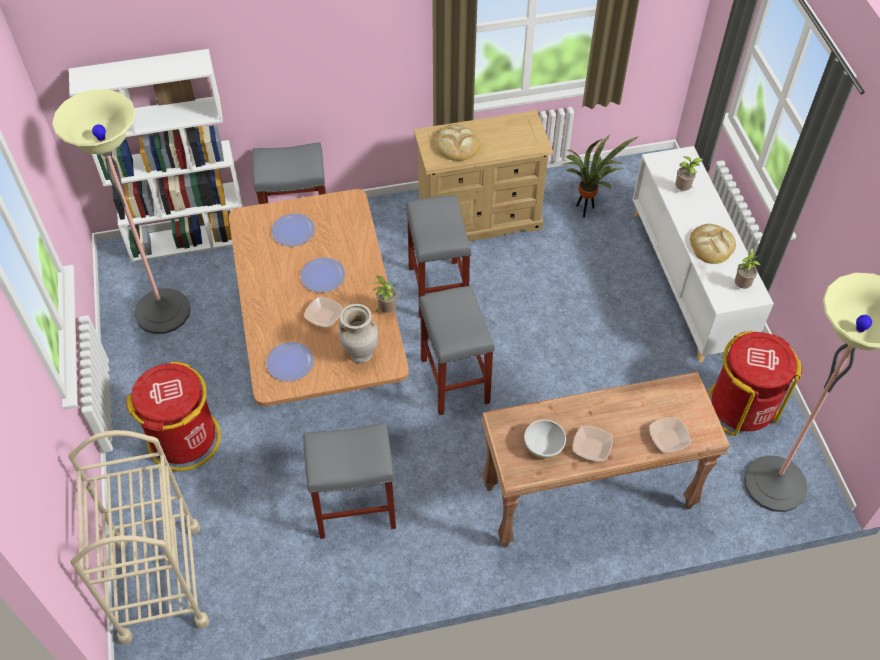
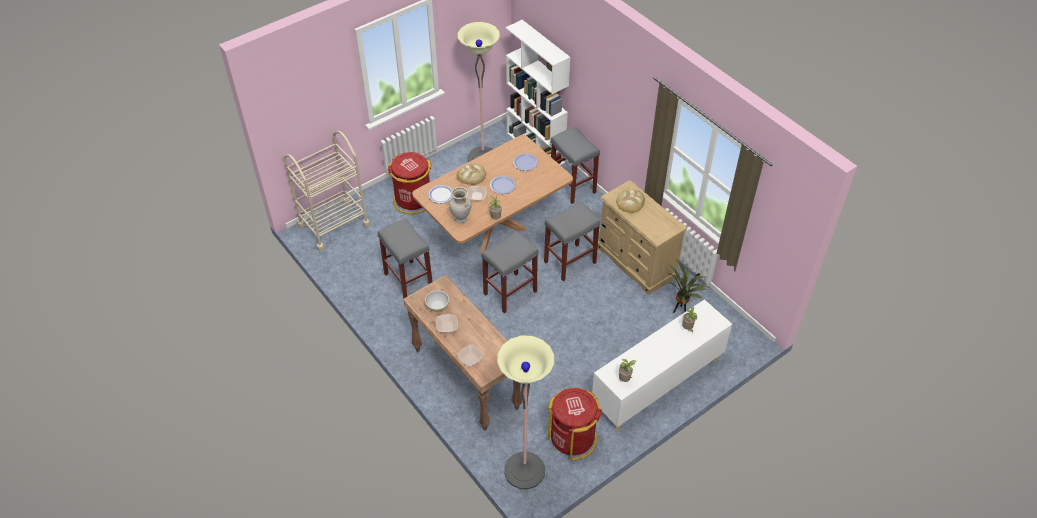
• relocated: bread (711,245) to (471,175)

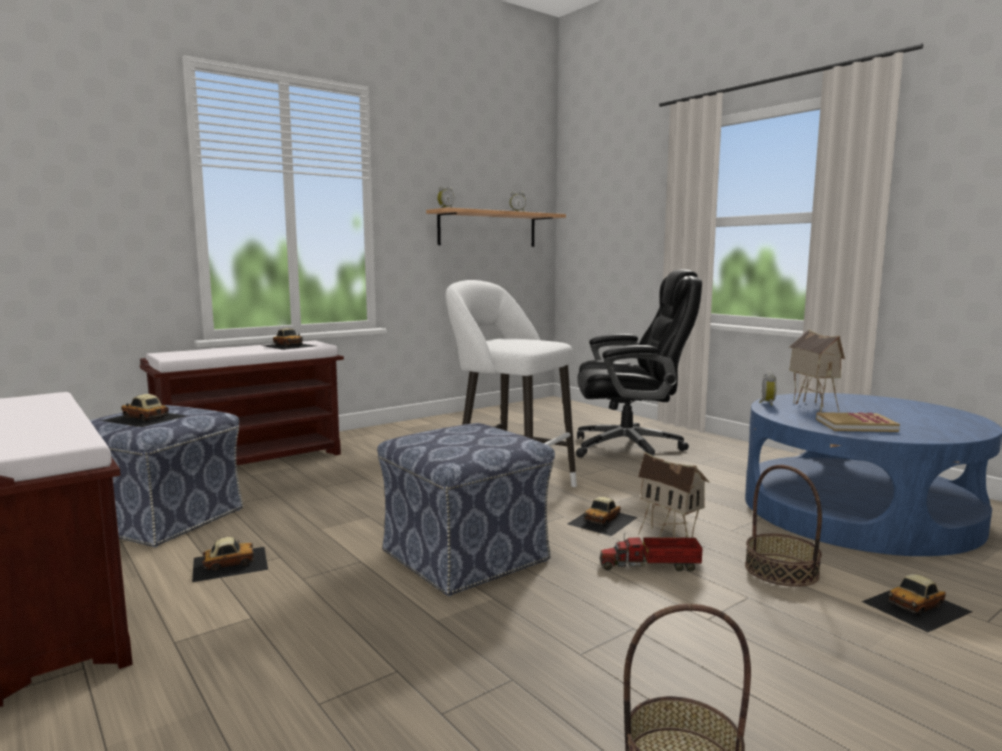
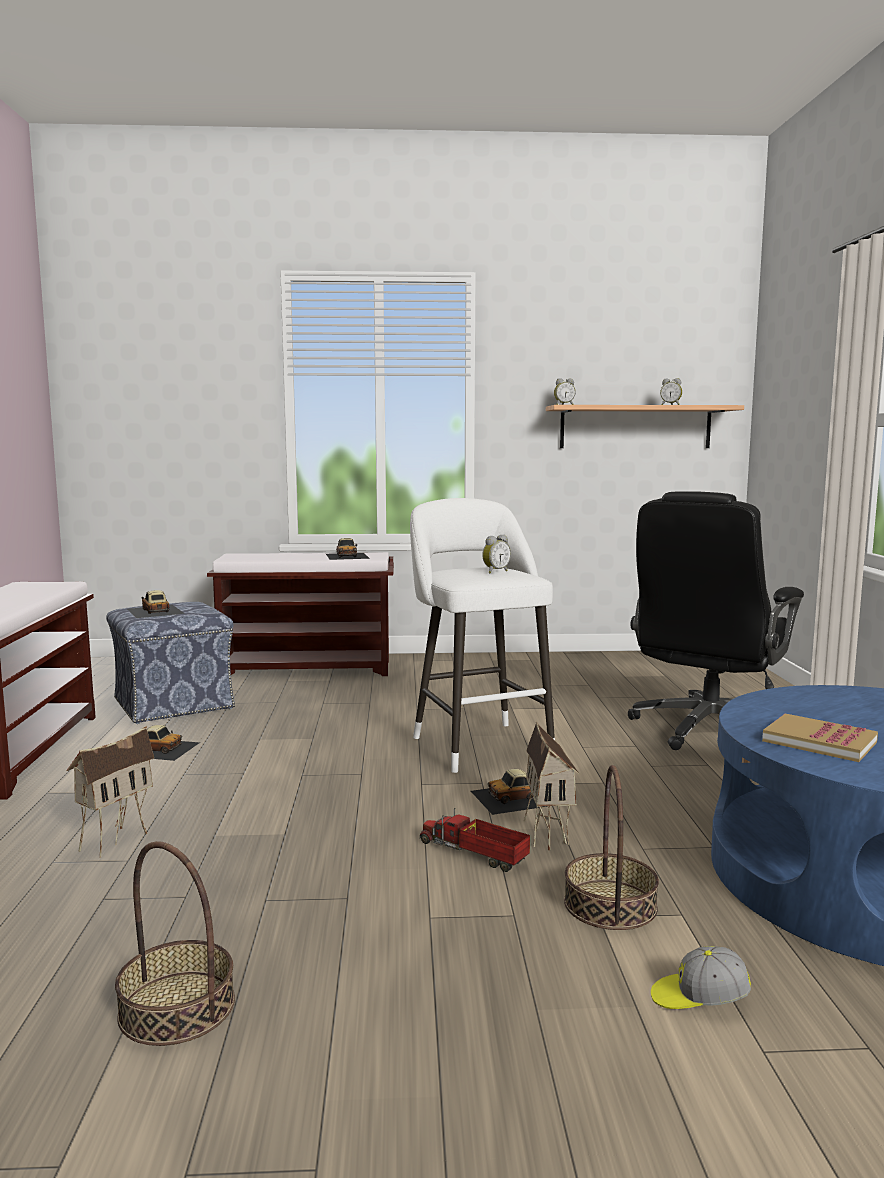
• spun: office chair/black (630,448) = (707,730) 90 degrees clockwise
• relocated: toy house (811,406) to (115,838)
• relocated: alarm clock (766,403) to (495,571)
• missing: ottoman (466,555)
• exchanged: toy car (917,606) to cap (699,999)

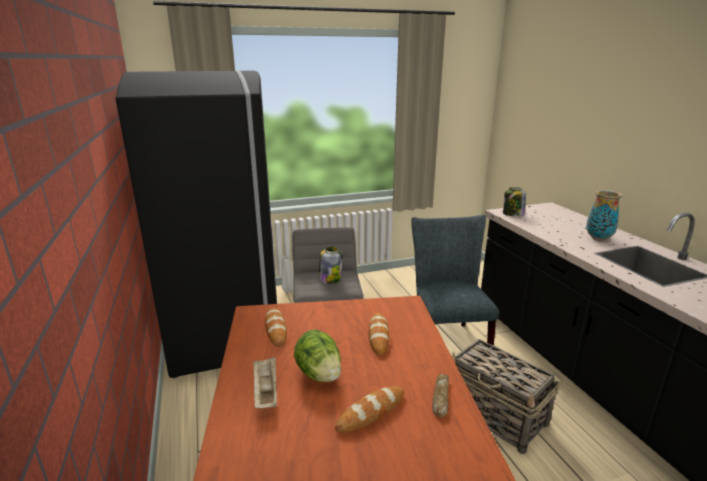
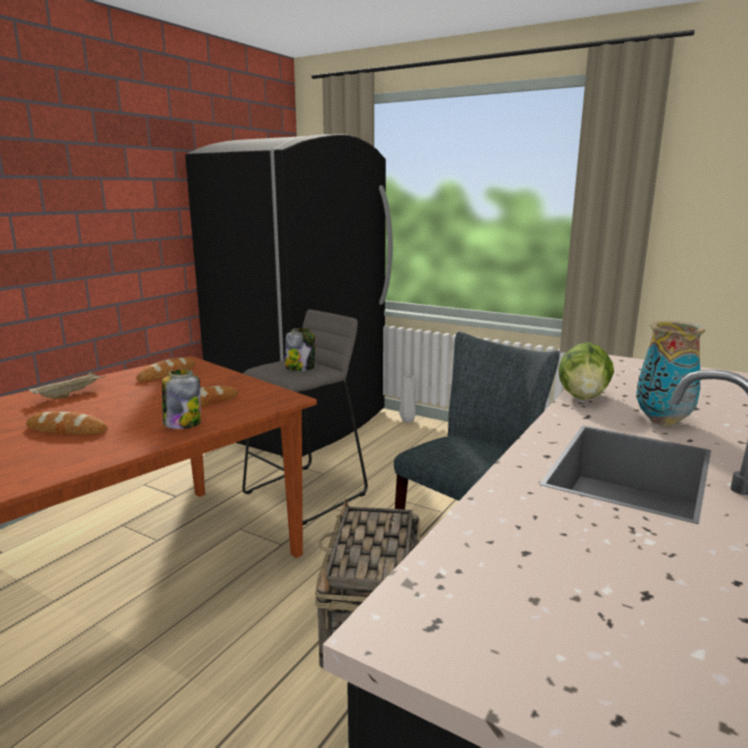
• relocated: jar (512,214) to (182,423)
• relocated: lettuce (319,374) to (583,396)
• missing: bread (440,397)

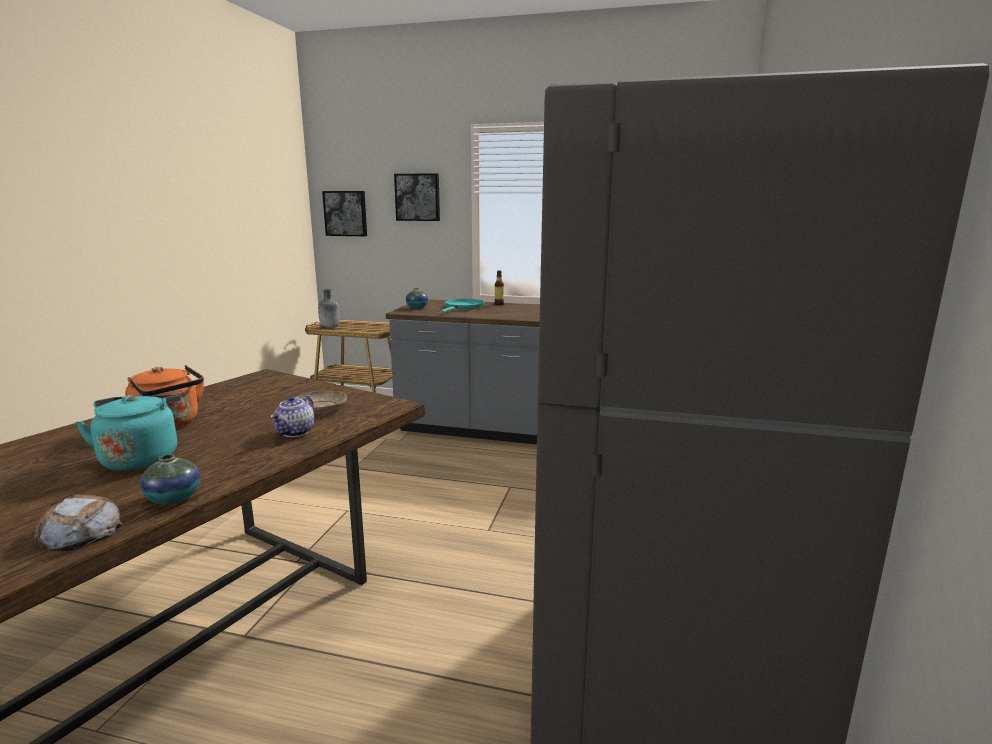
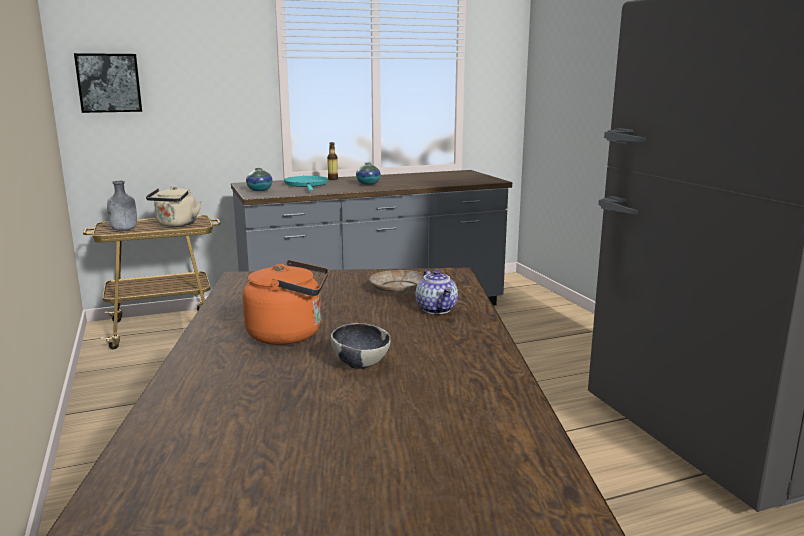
• missing: picture (418,197)
• exchanged: kettle/turquoise (141,458) to bowl (361,364)
• relocated: vase (173,498) to (368,184)
• missing: bread (79,532)
• appeared: kettle/beige (176,225)

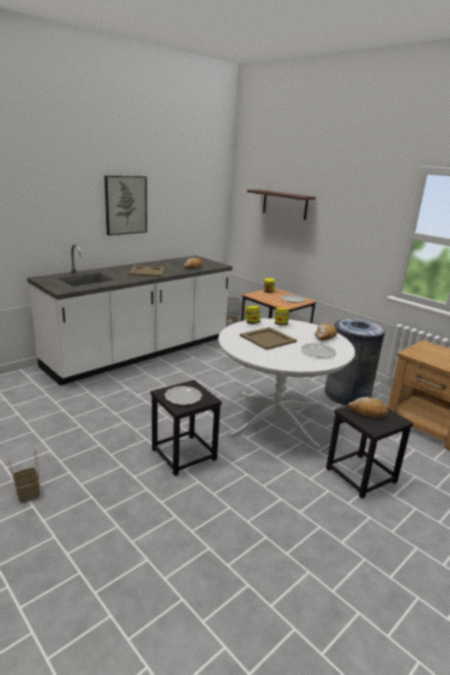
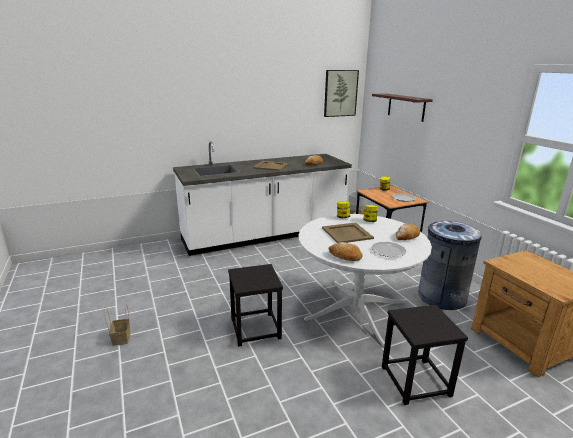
• relocated: picture (125,205) to (340,93)
• missing: plate (183,396)
• relocated: bread (367,412) to (345,256)

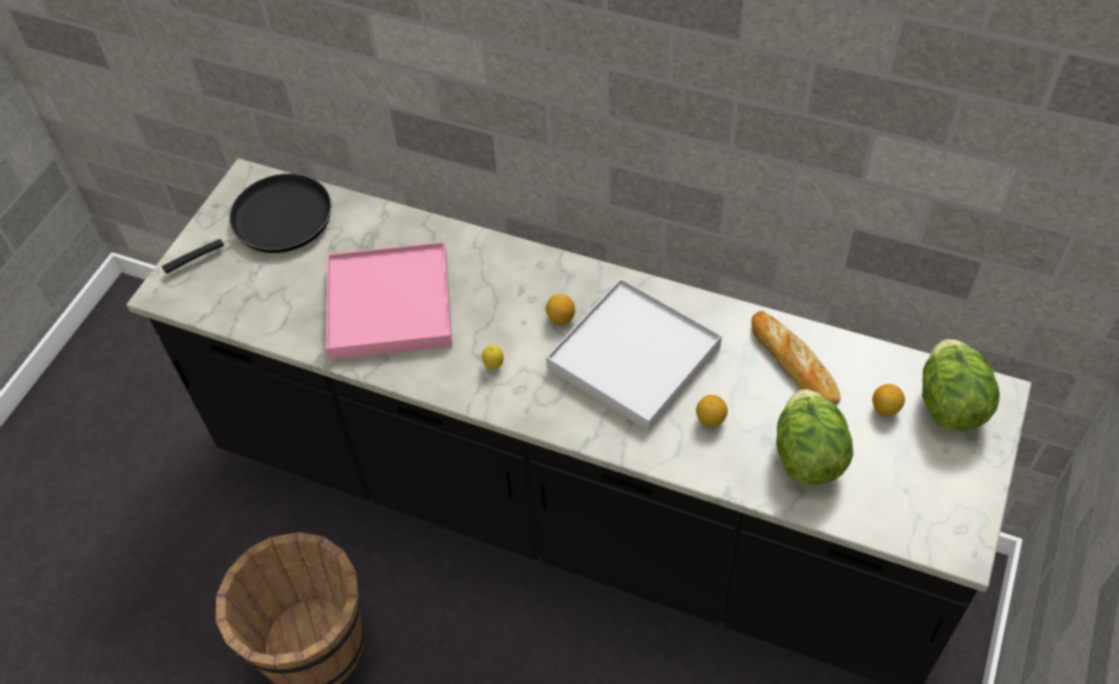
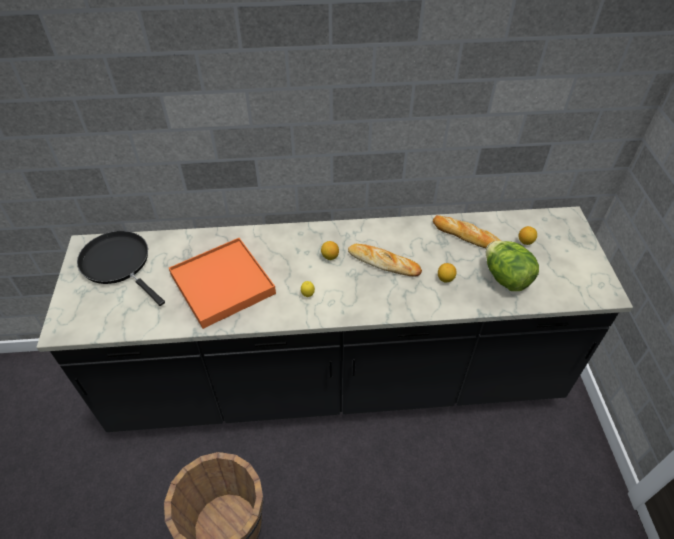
• spun: frying pan/black (275,223) = (118,263) 75 degrees counterclockwise
• colour: tray/pink (390,304) to tray/orange (223,284)
• exchanged: tray/white (634,358) to bread (383,263)
• missing: lettuce (950,404)

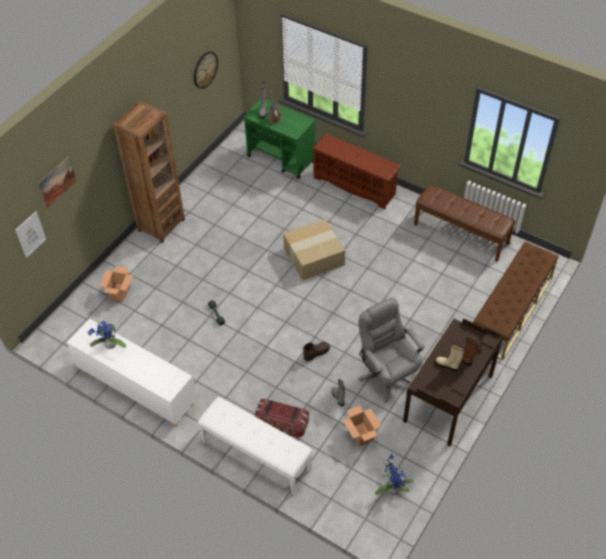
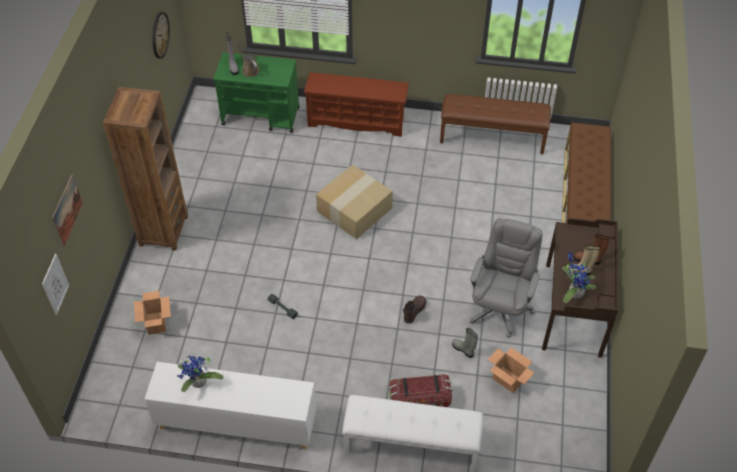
• spun: office chair/grey (388,375) = (500,307) 75 degrees clockwise
• relocated: potted plant (393,487) to (573,292)

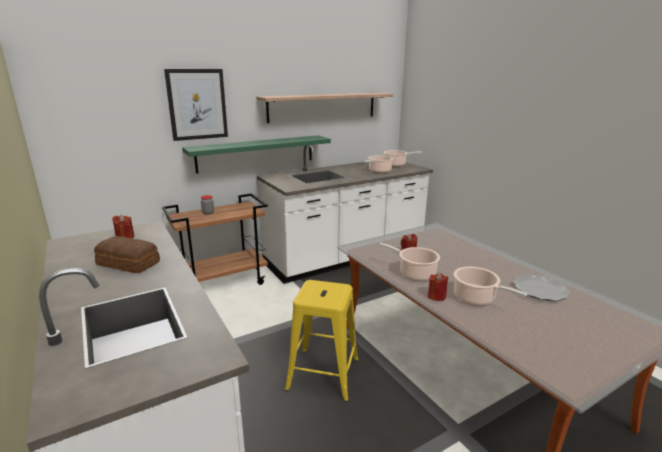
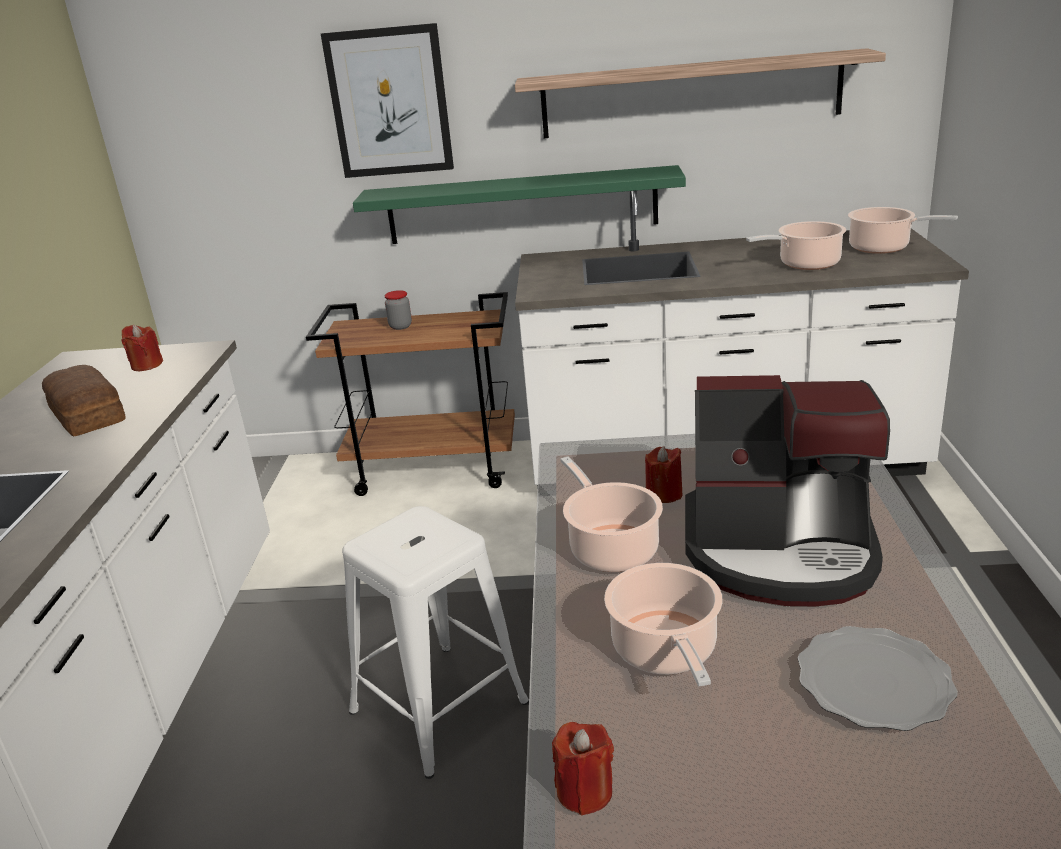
• relocated: candle/red (436,296) to (584,791)
• colour: stool/yellow (323,373) to stool/white (439,706)
• appeared: coffee machine (781,551)

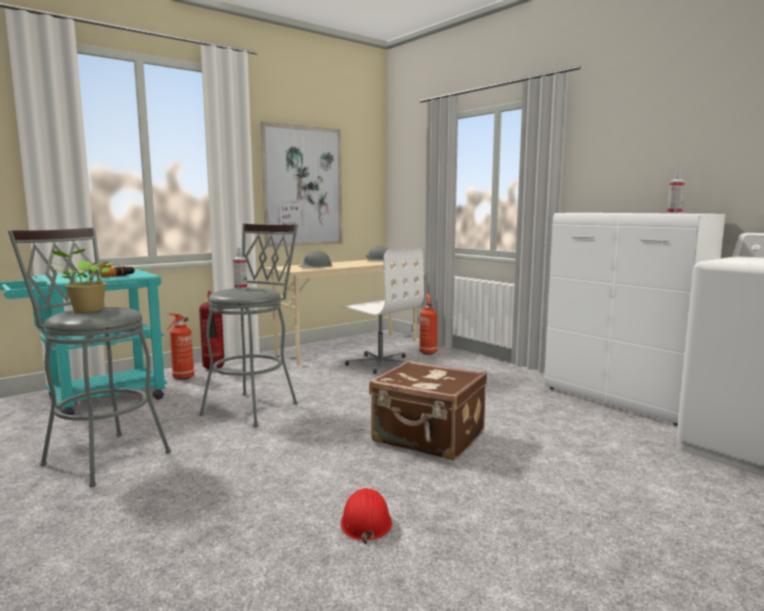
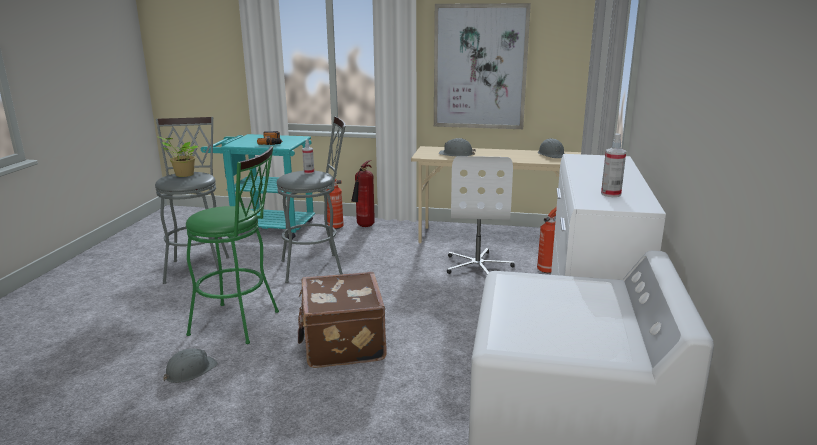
• colour: hard hat/red (365,522) to hard hat/grey (190,371)
• appeared: stool/green (241,324)

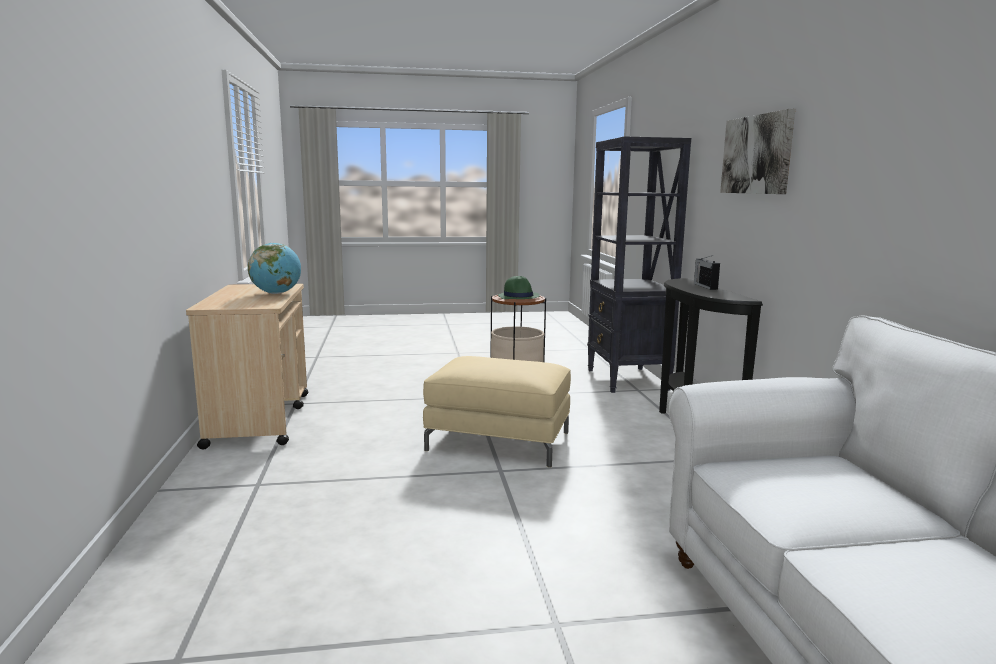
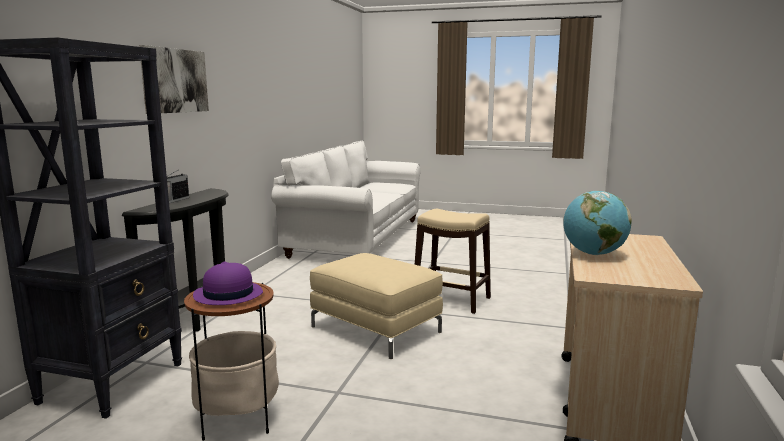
• colour: hat/green (518,296) to hat/purple (228,295)
• appeared: stool/beige (451,299)

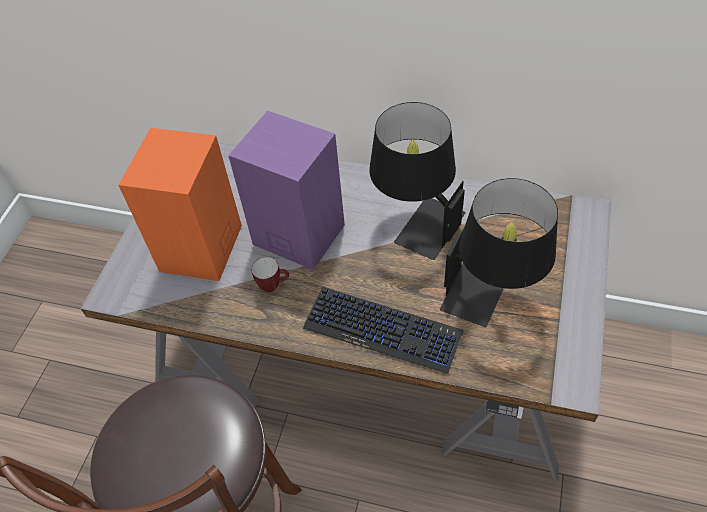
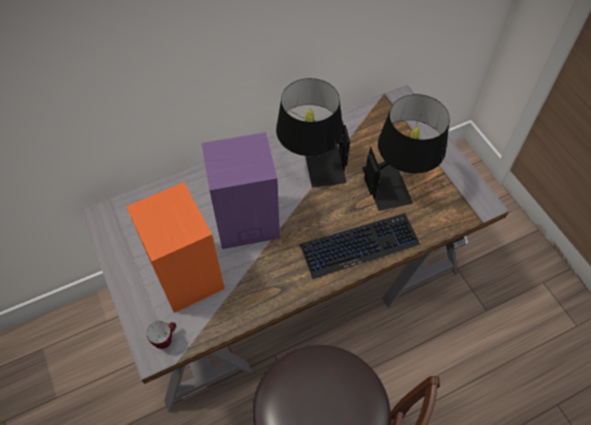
• relocated: mug (273,285) to (166,339)

